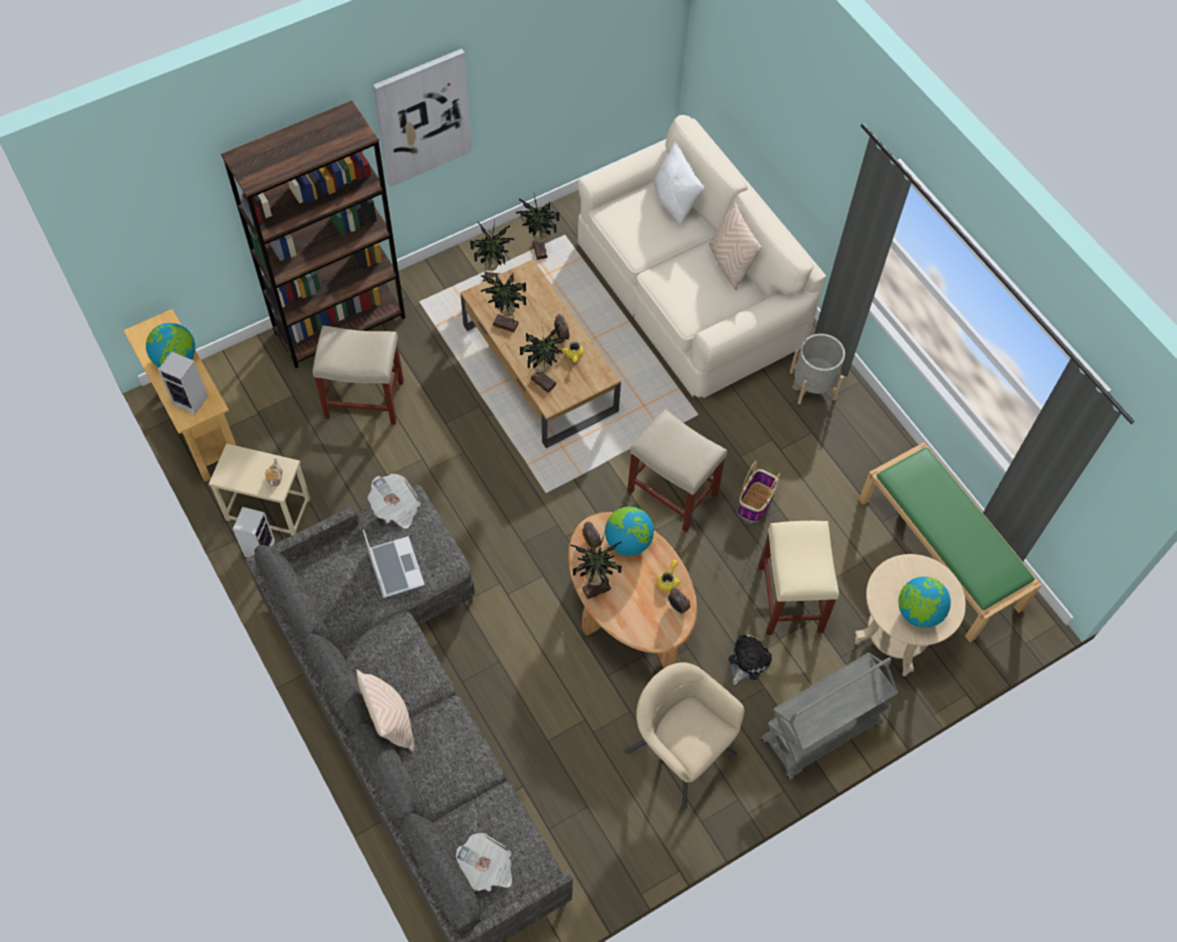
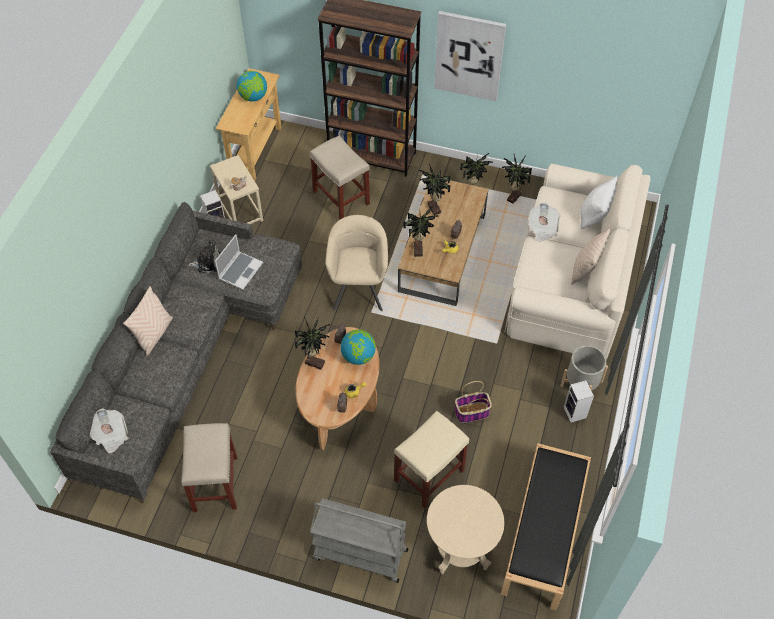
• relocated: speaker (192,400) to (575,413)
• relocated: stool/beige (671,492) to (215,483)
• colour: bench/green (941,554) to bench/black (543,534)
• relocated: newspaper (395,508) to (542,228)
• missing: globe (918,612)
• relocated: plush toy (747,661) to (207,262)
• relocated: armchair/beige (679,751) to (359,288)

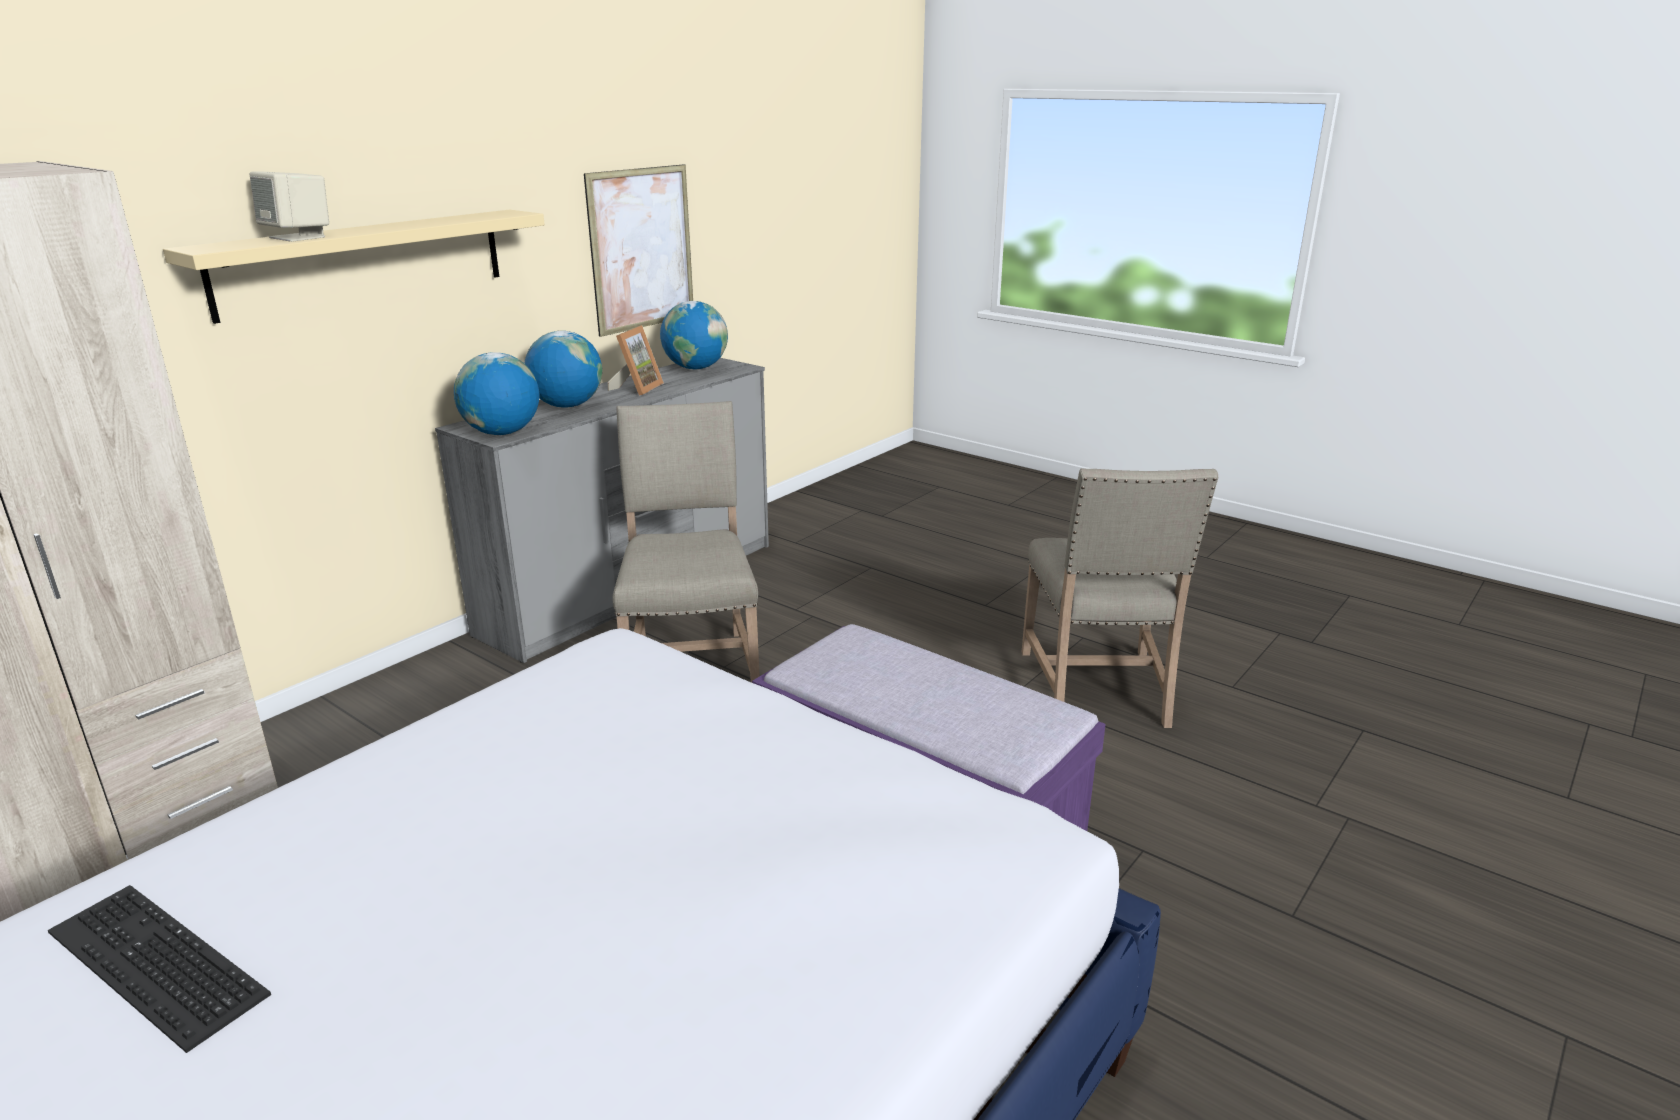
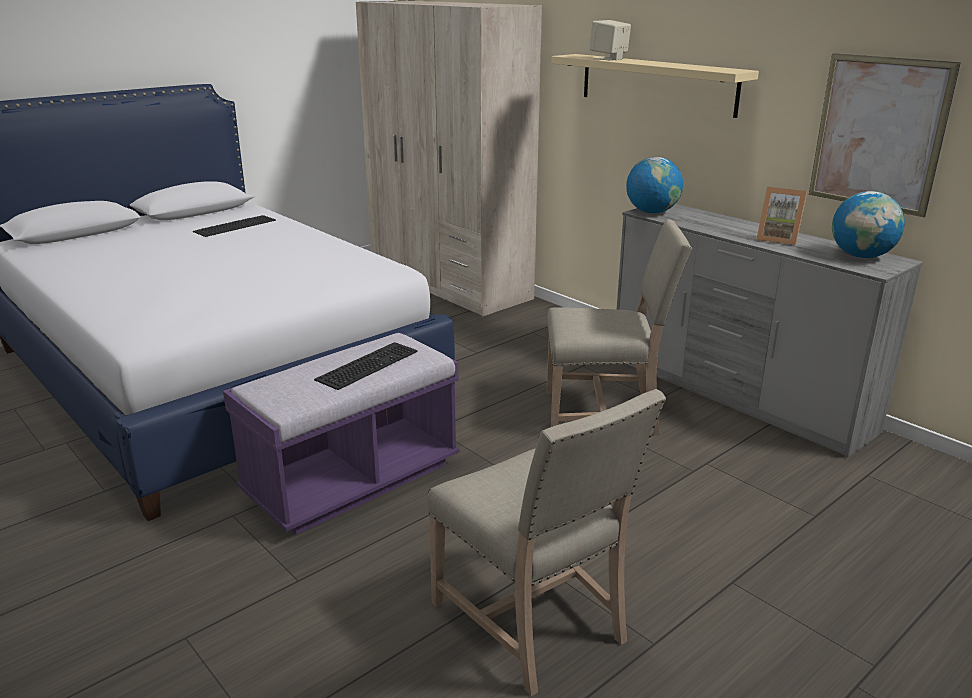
• missing: globe (567,405)
• spun: chair/beige (1098,690) = (534,623) 135 degrees counterclockwise
• appeared: keyboard (367,364)

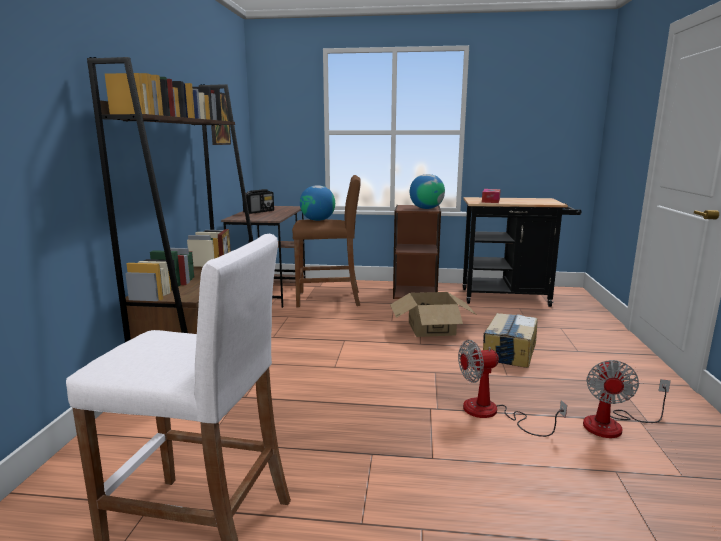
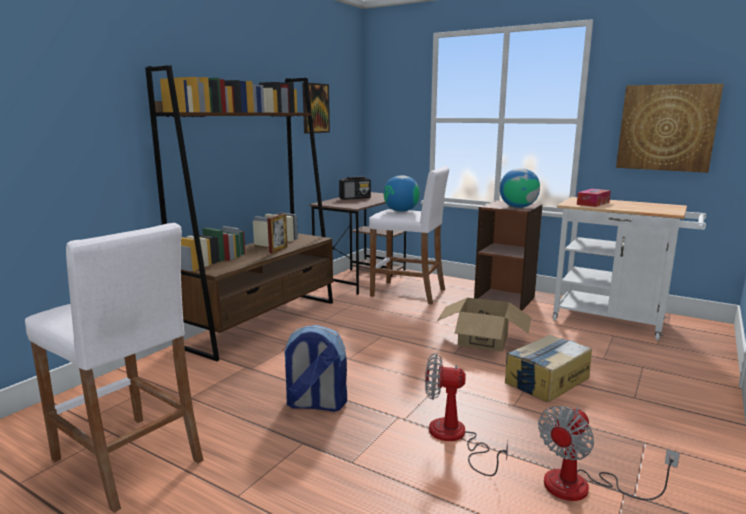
• colour: stool/brown (329,299) to stool/white (408,293)
• colour: cart/black (511,297) to cart/white (616,322)
• appeared: picture (666,128)
• appeared: backpack (315,404)

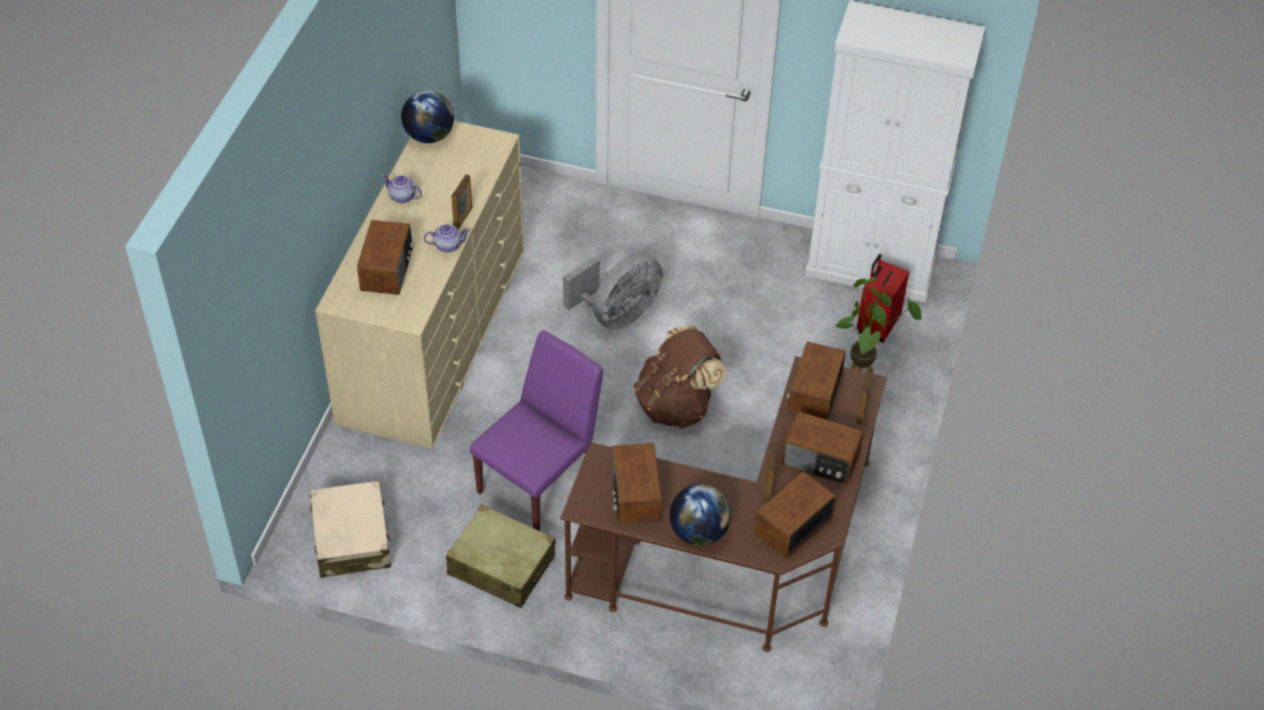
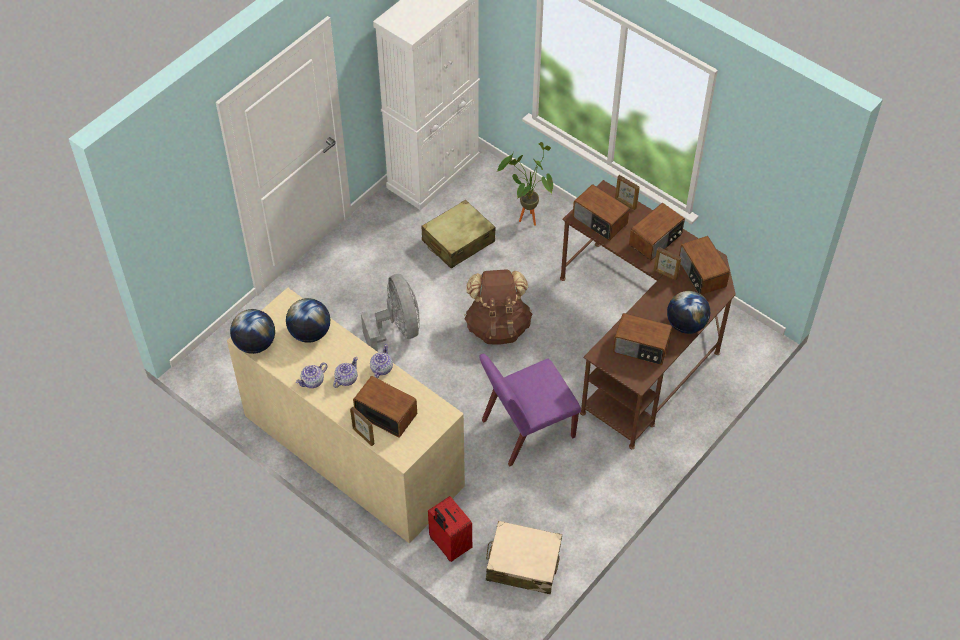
• relocated: picture frame (463,218) to (363,436)
• relocated: suitcase/red (876,326) to (449,545)
• spun: chair/purple (540,482) = (527,429) 90 degrees counterclockwise
• relocated: suitcase/beige (501,566) to (458,241)
• appeared: globe (310,333)
• appeared: teapot (346,379)

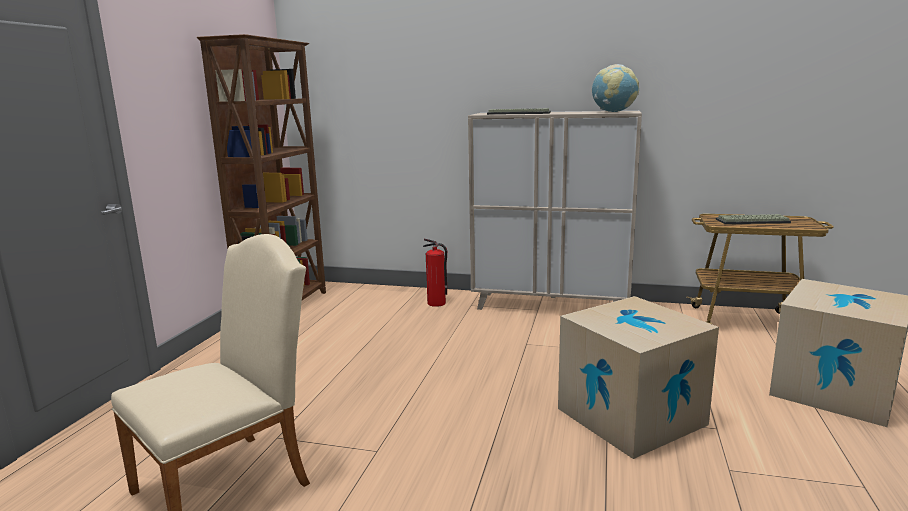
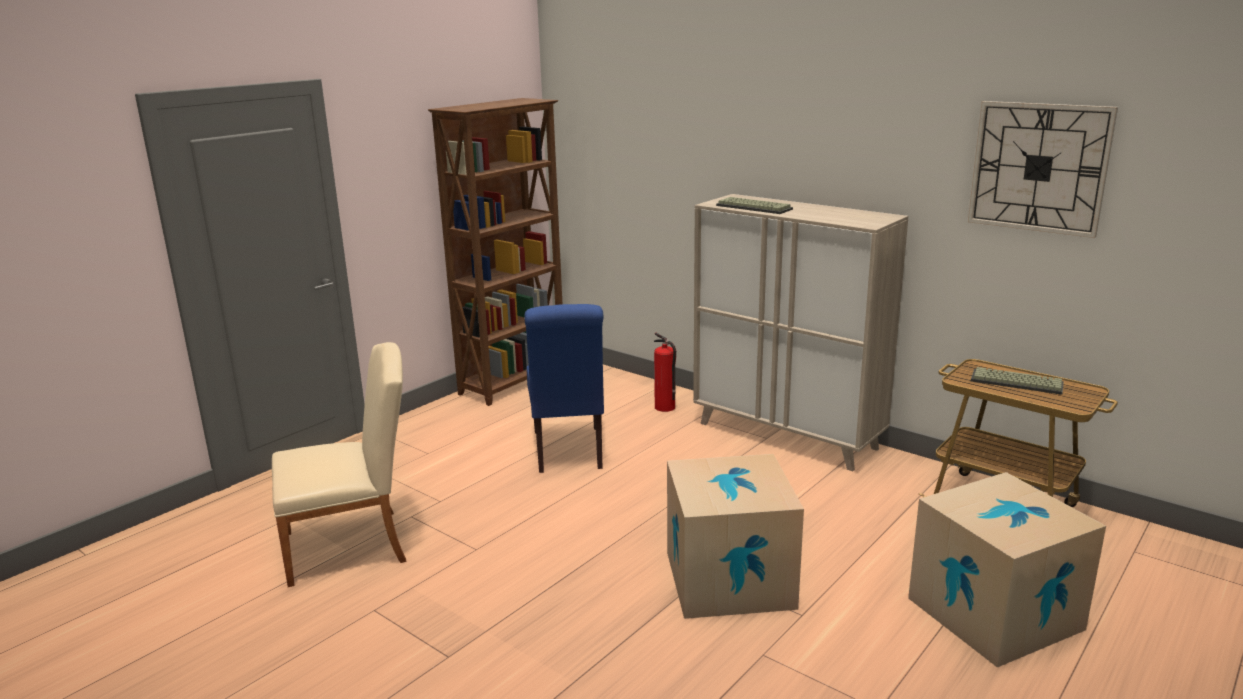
• missing: globe (613,112)
• appeared: wall clock (1038,167)
• appeared: chair/blue (569,452)

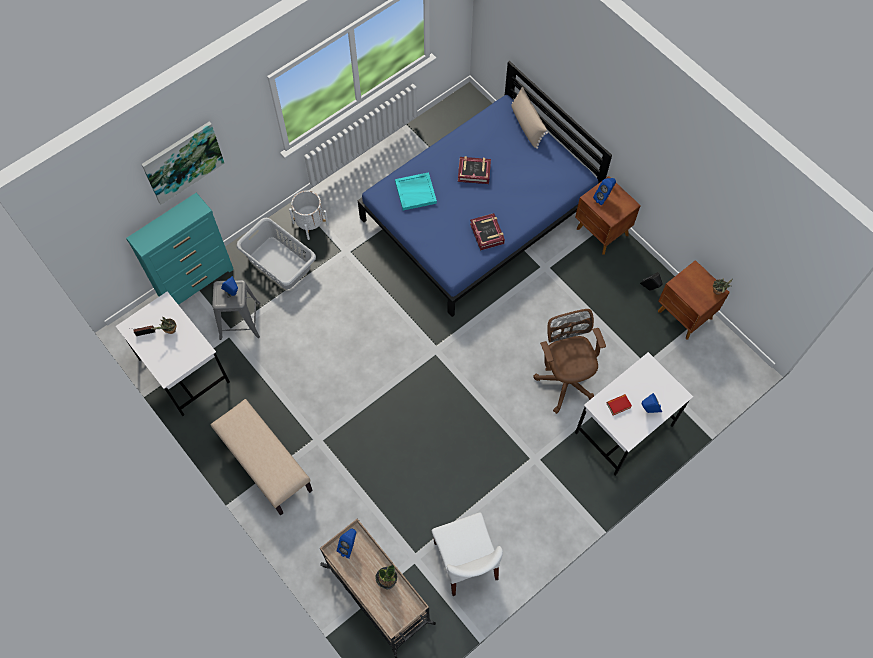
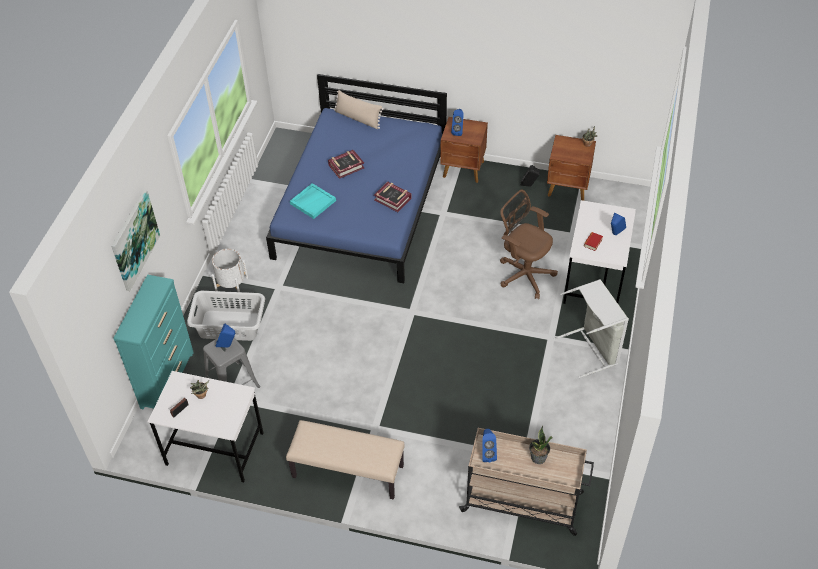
• missing: chair/white (466,561)
• appeared: laundry basket/grey (592,349)

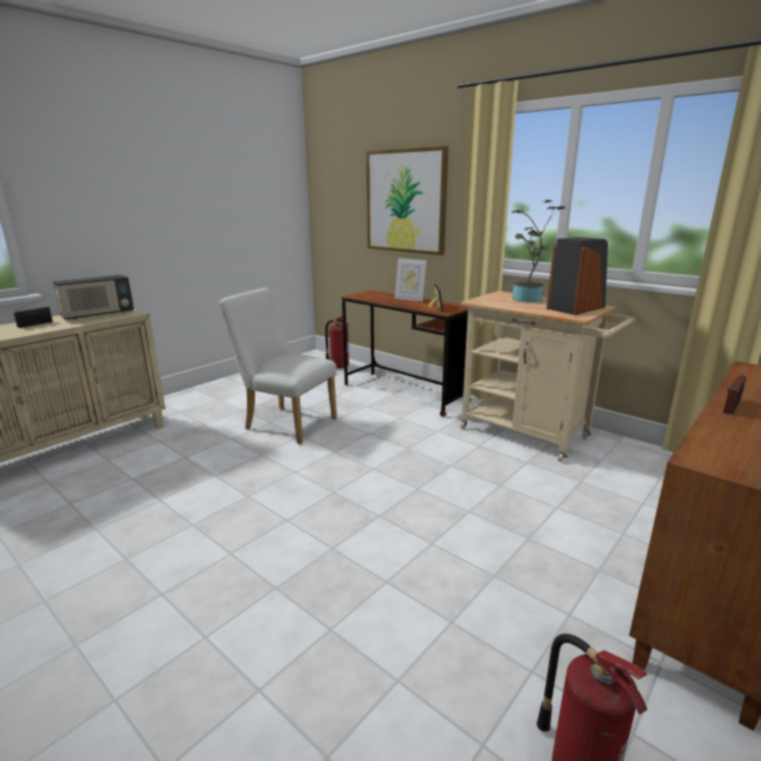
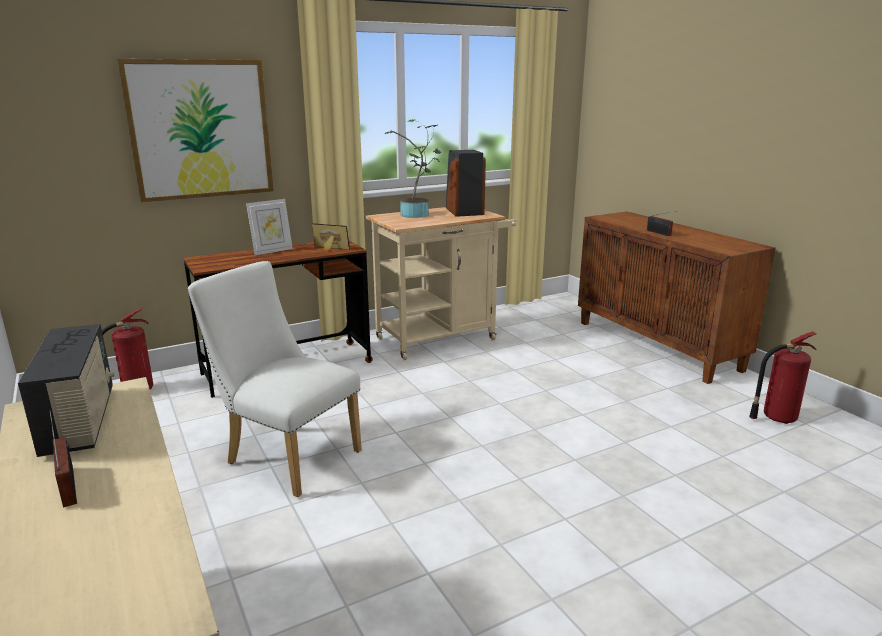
• spun: chair/white (285,423) = (286,455) 75 degrees clockwise

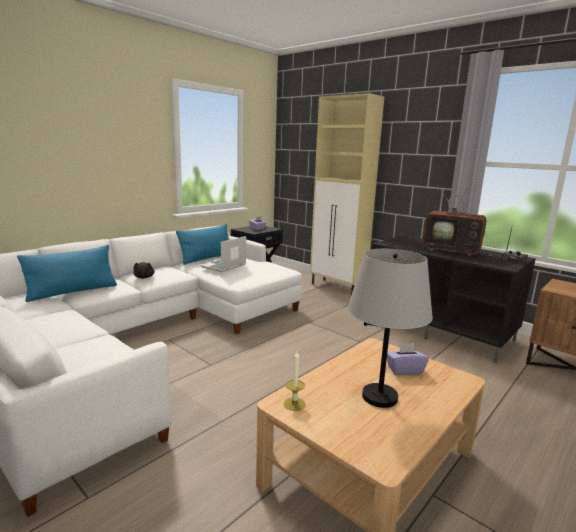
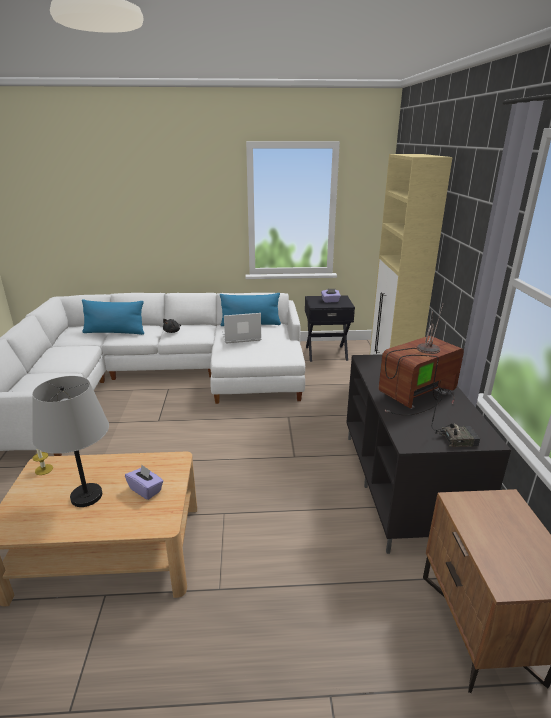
• spun: television (453,251) = (417,396) 75 degrees clockwise

